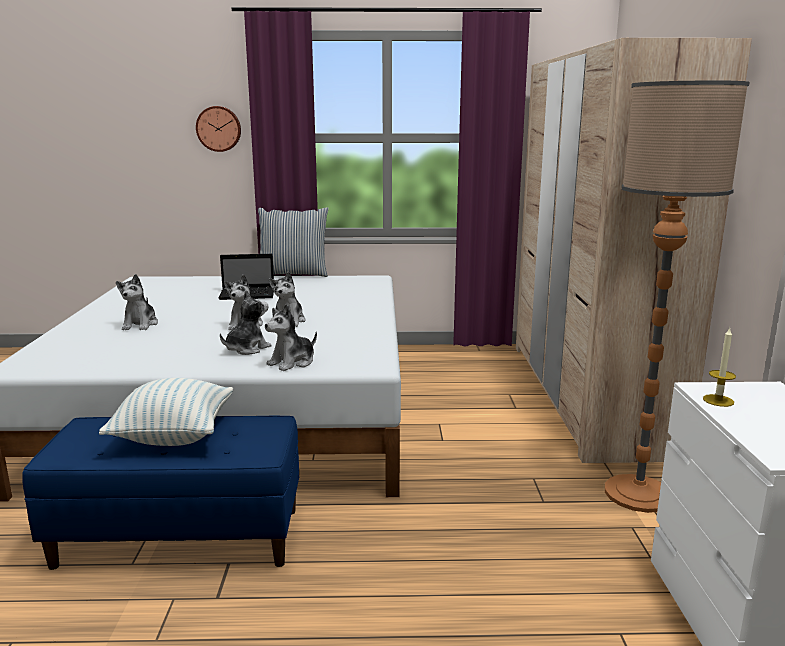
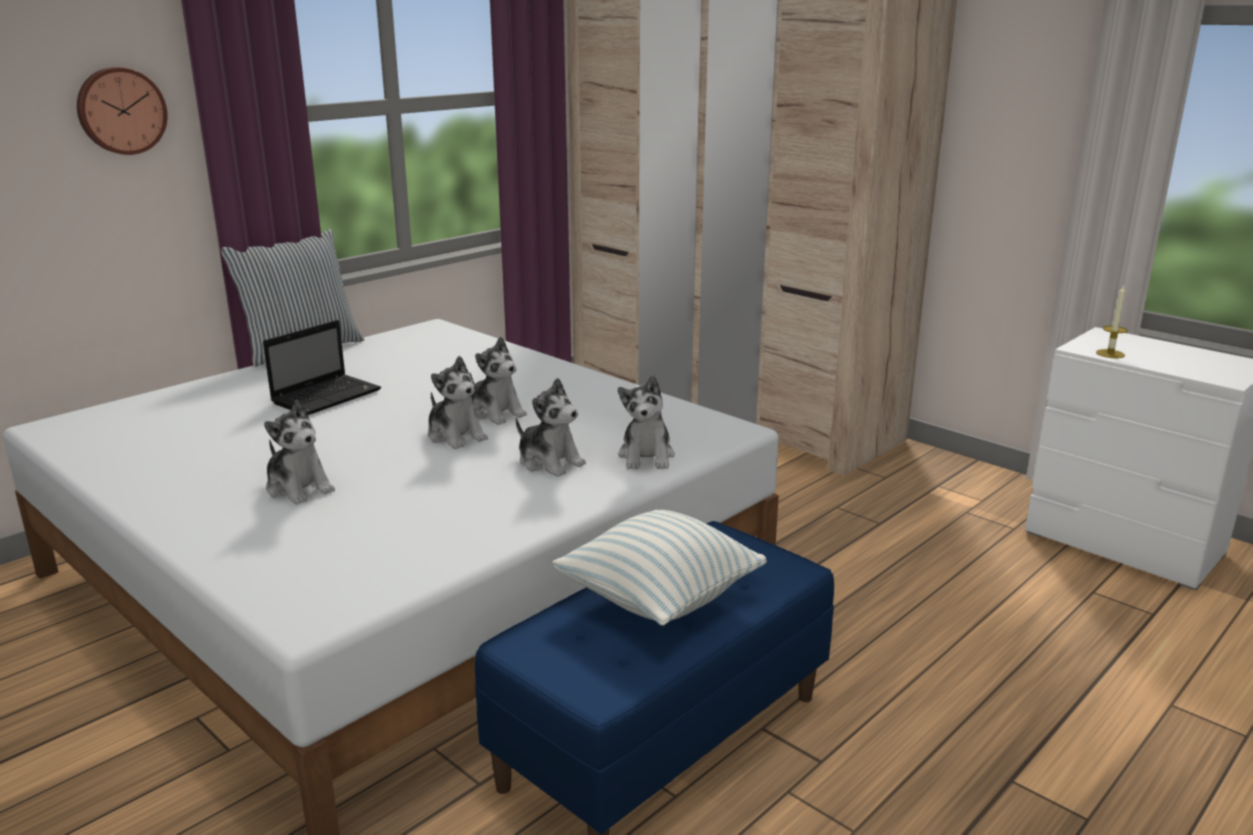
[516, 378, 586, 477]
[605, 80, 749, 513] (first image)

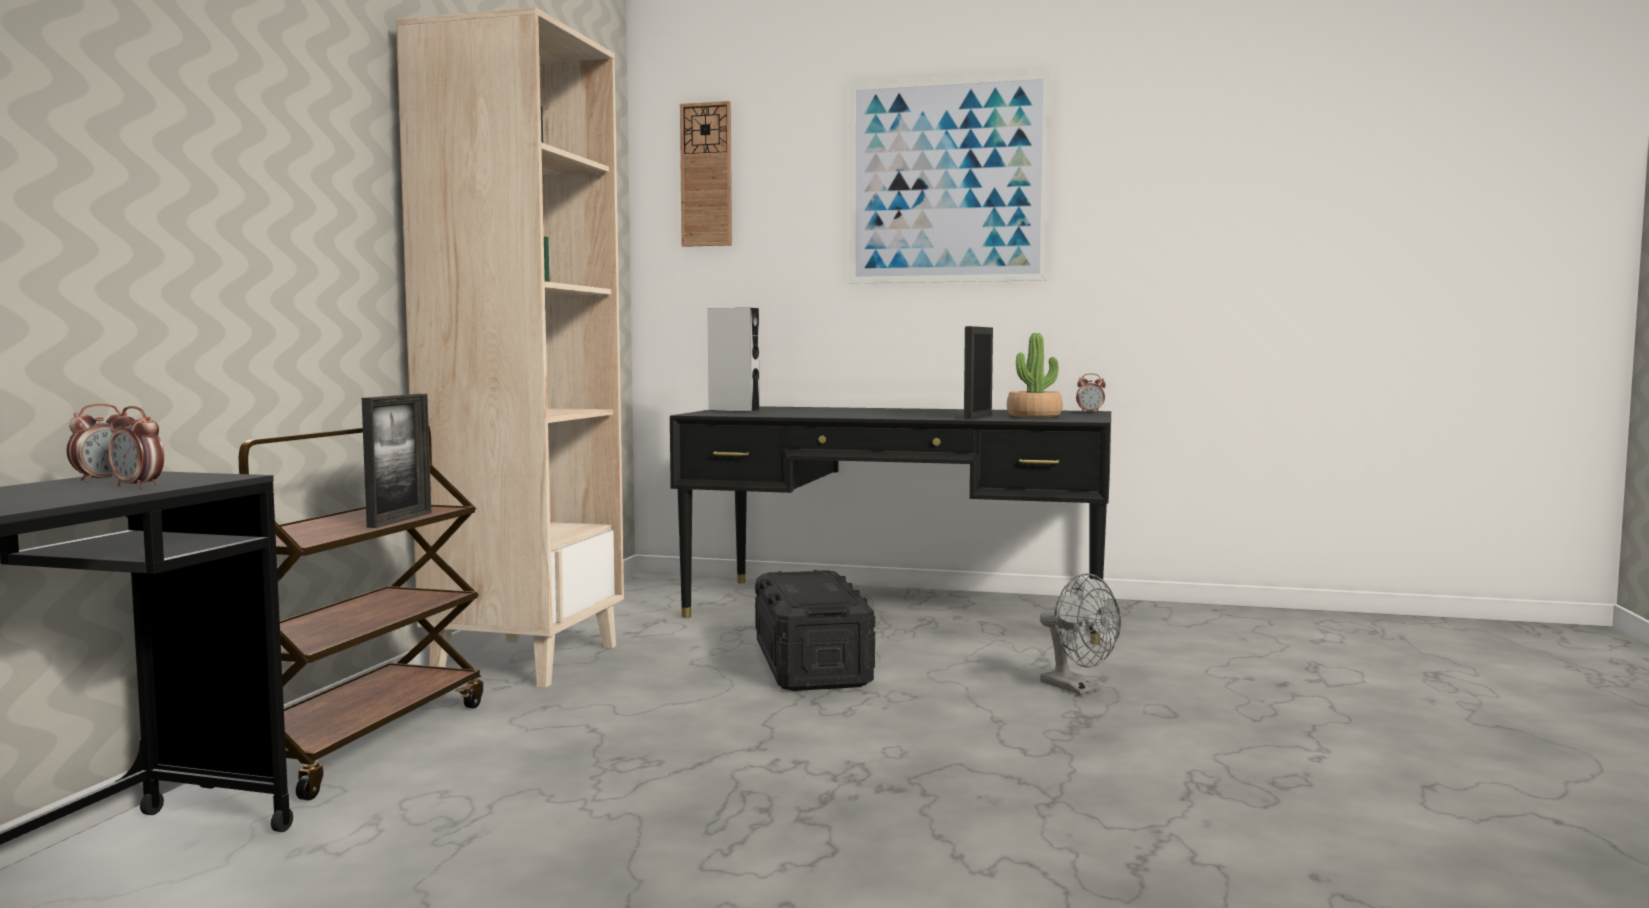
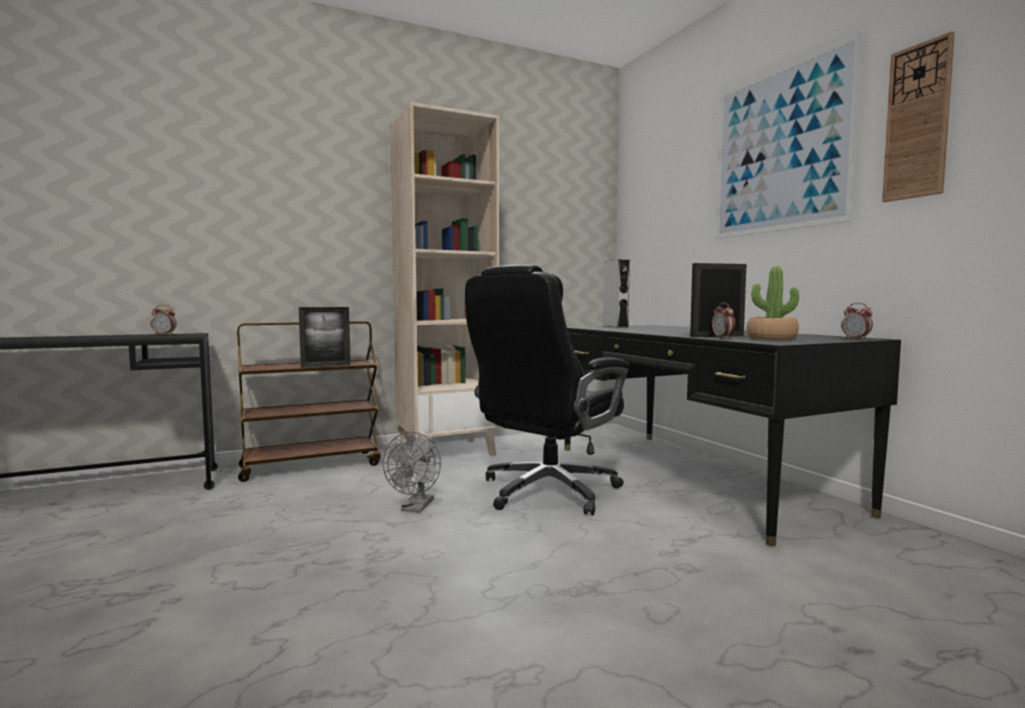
[712, 303, 735, 339]
[882, 31, 955, 202]
[465, 265, 630, 515]
[383, 432, 441, 513]

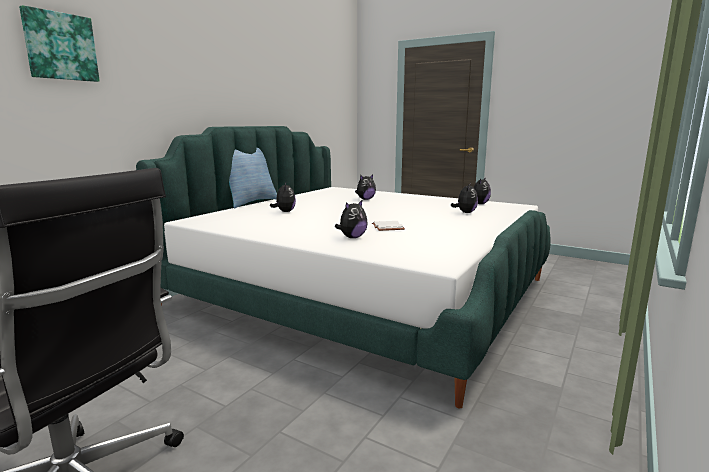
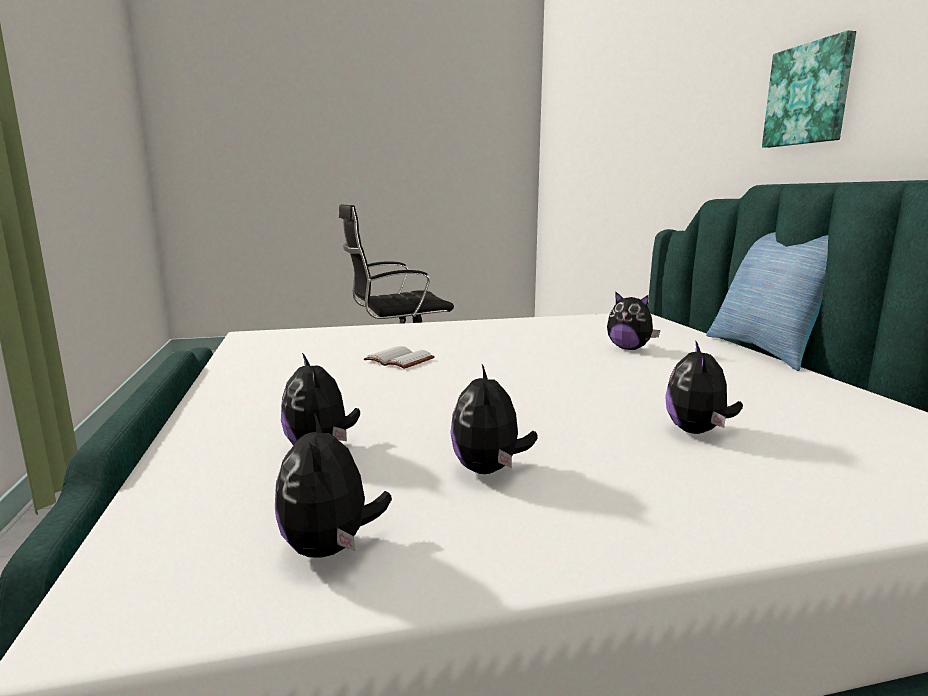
[762, 30, 856, 148]
[450, 365, 538, 474]

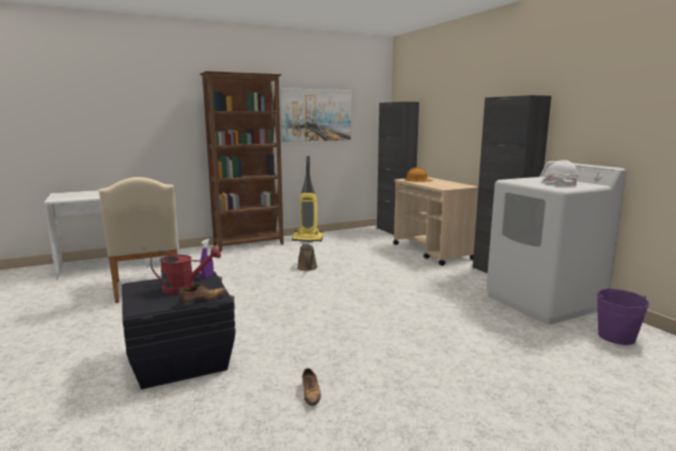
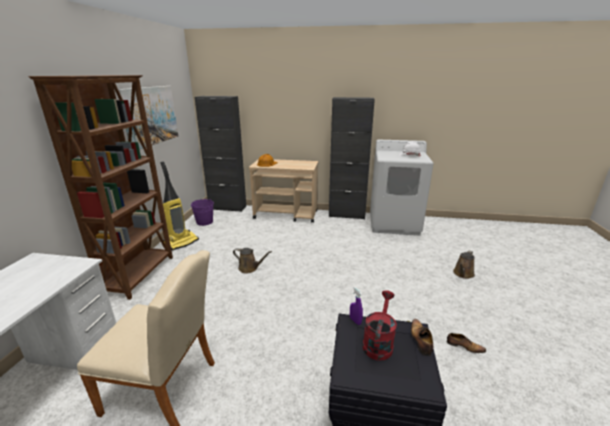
[191, 199, 214, 226]
[453, 251, 475, 279]

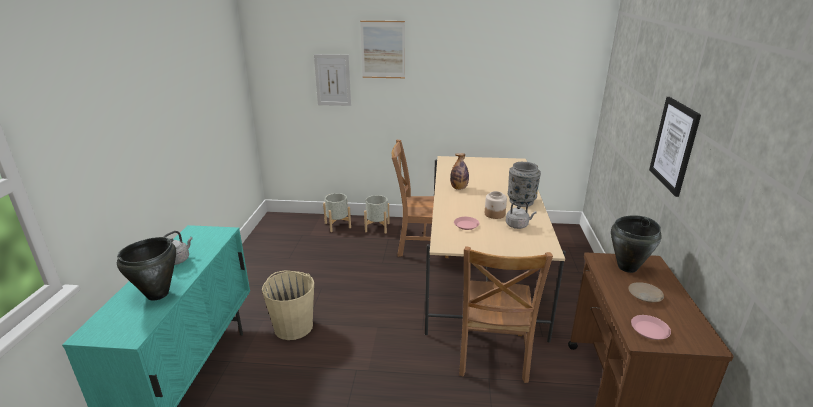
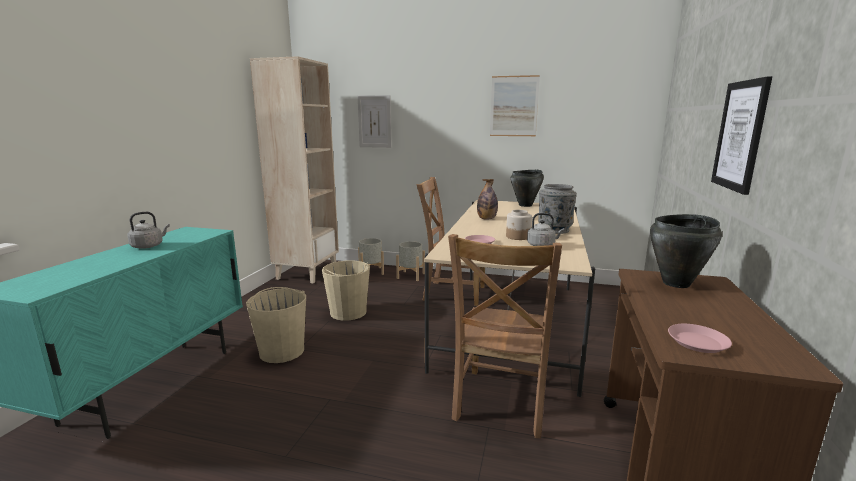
[511, 170, 544, 207]
[490, 75, 540, 136]
[628, 282, 664, 302] (first image)
[250, 56, 339, 283]
[322, 260, 370, 321]

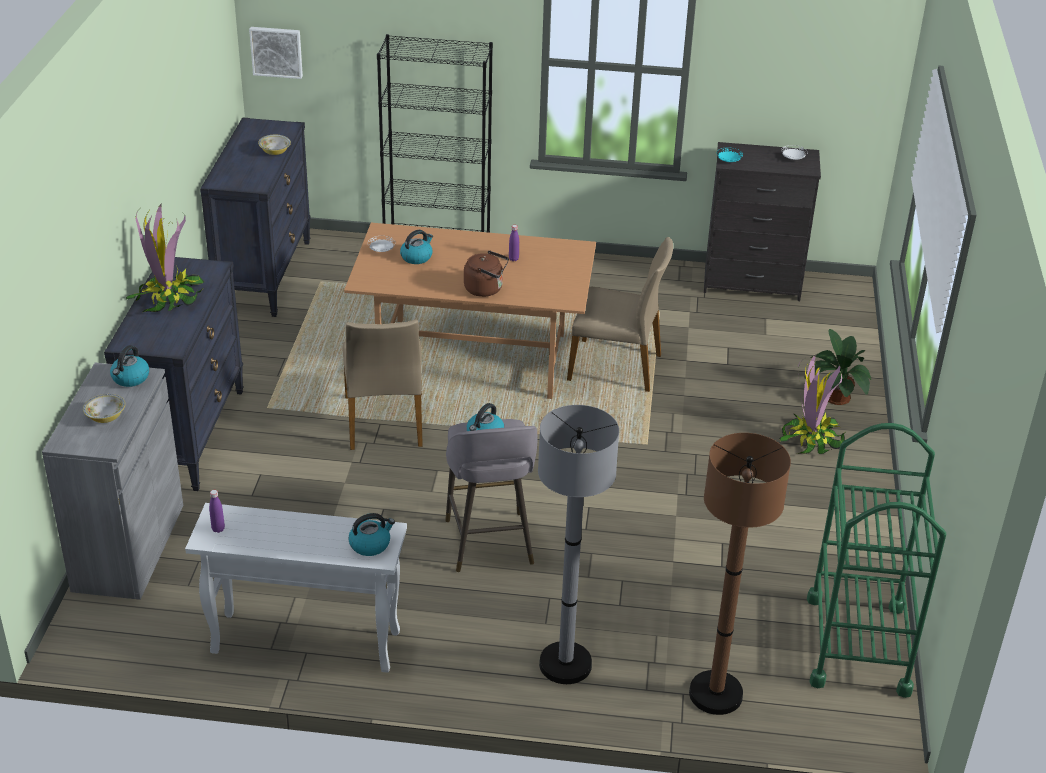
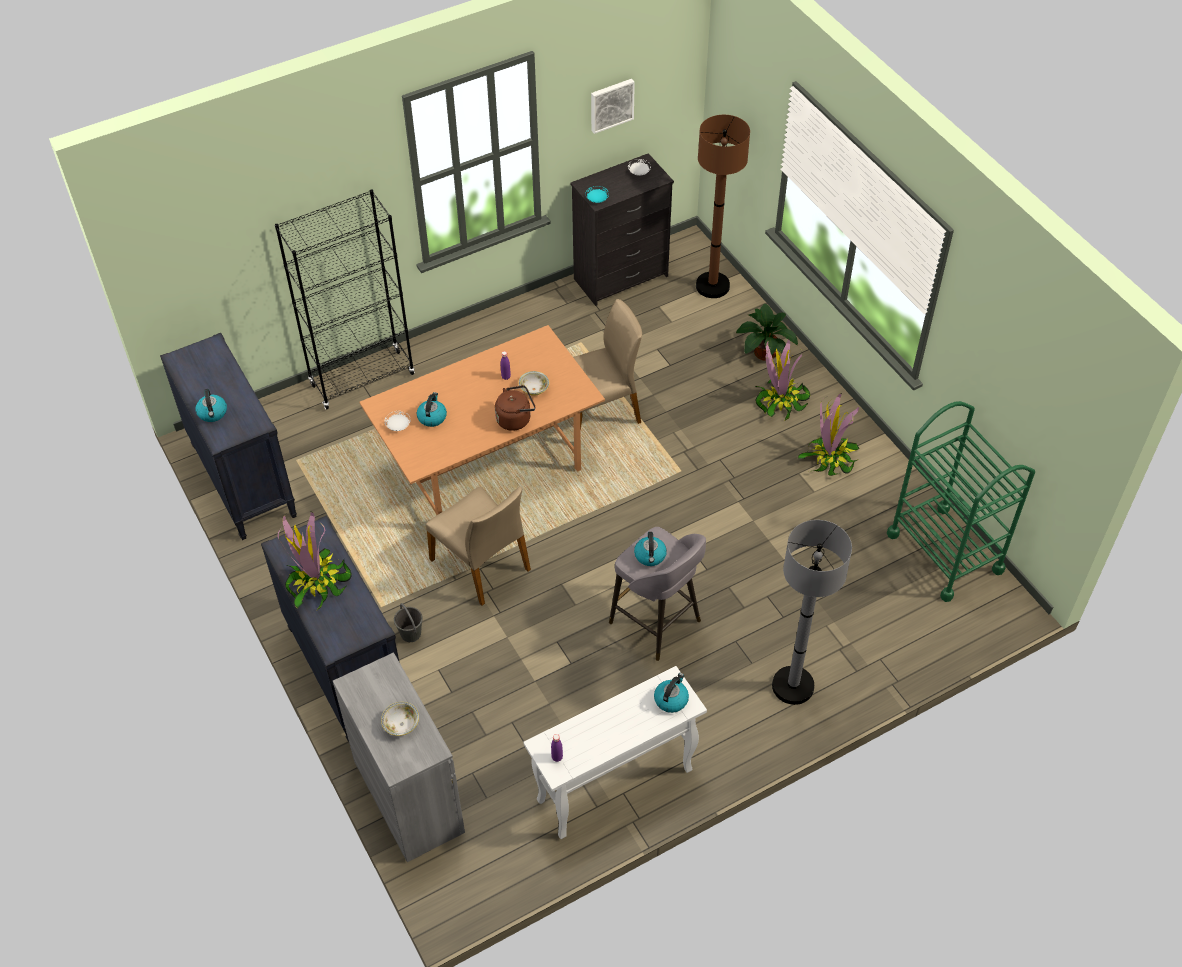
[196, 389, 227, 422]
[591, 79, 635, 134]
[518, 371, 549, 396]
[696, 115, 750, 298]
[394, 603, 423, 642]
[798, 393, 860, 476]

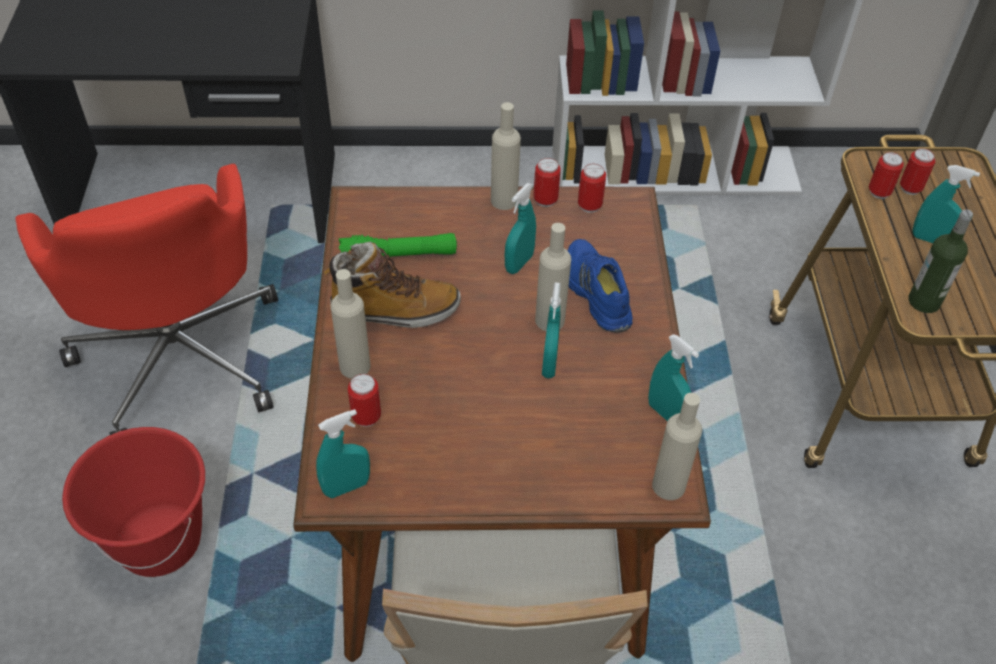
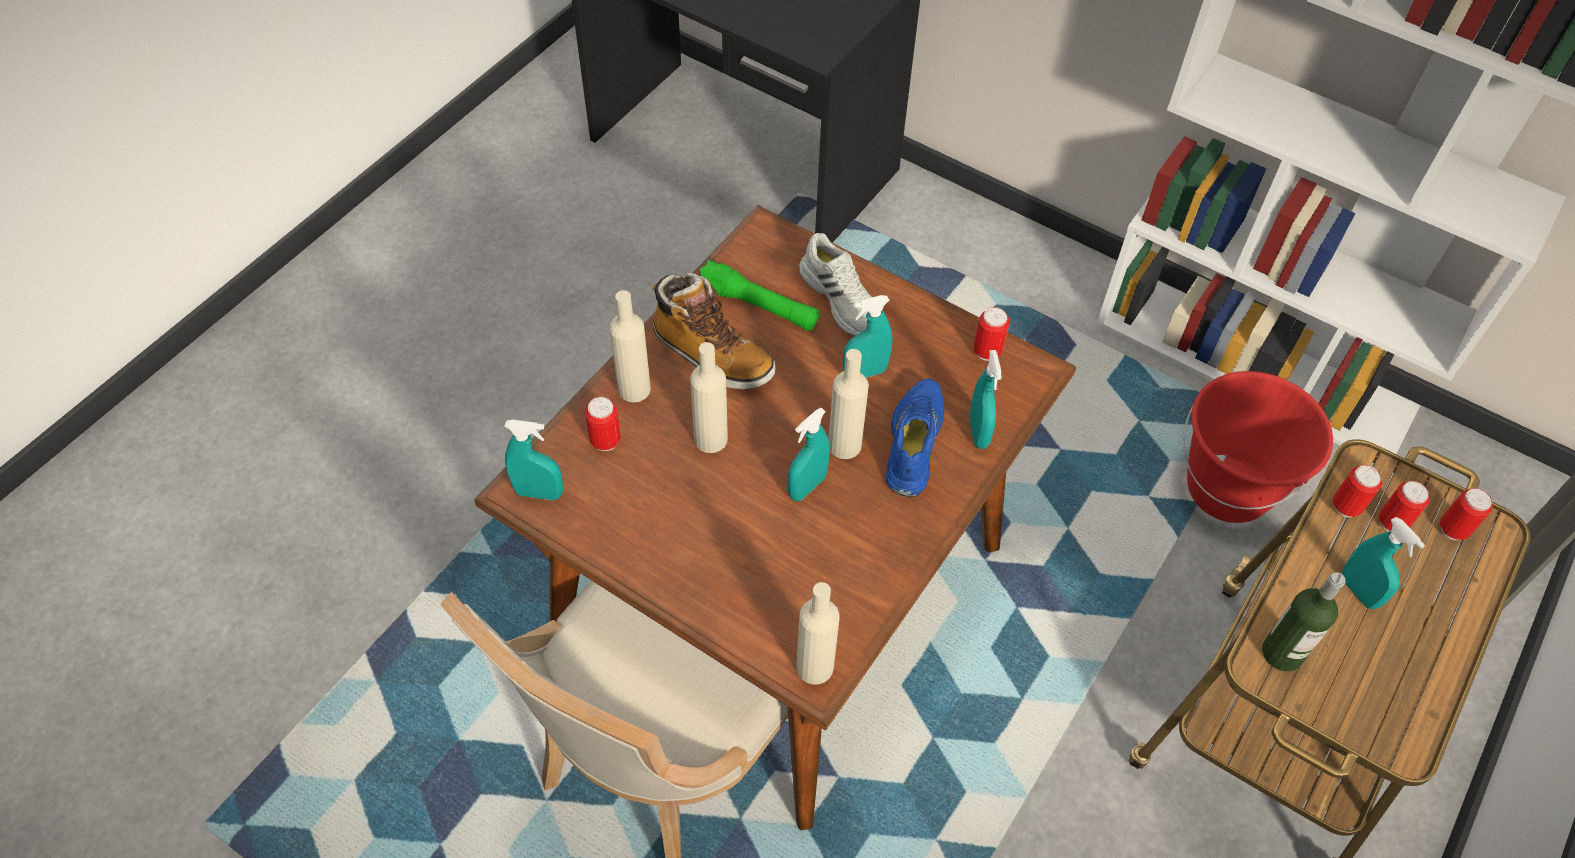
[16, 164, 278, 435] (first image)
[1183, 371, 1333, 523]
[690, 342, 728, 453]
[1440, 488, 1493, 540]
[969, 350, 1002, 449]
[799, 233, 872, 336]

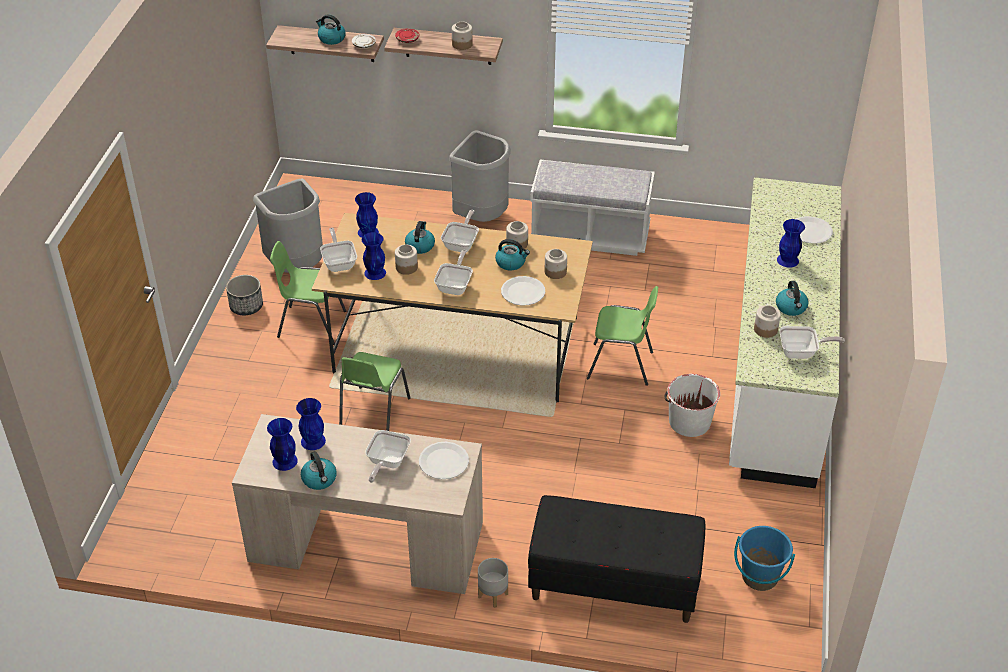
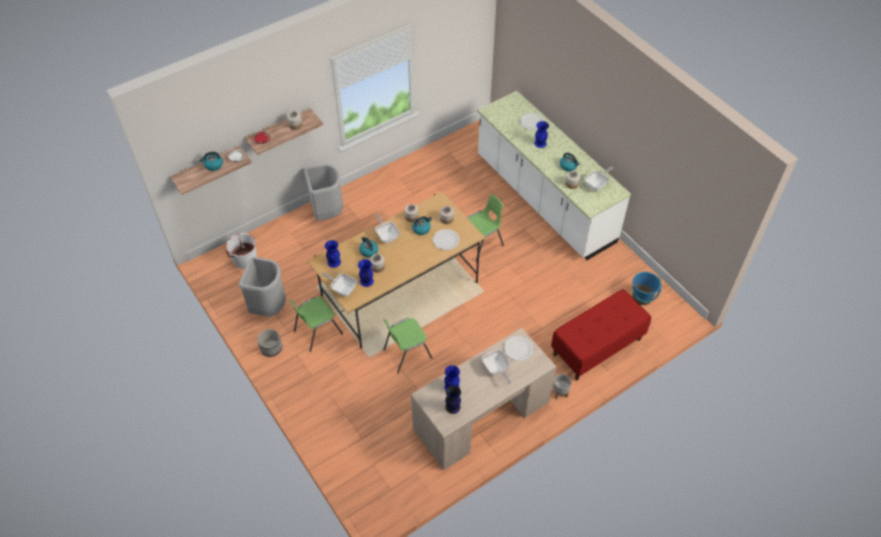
[445, 385, 461, 414]
[301, 451, 337, 490] (first image)
[383, 318, 432, 373]
[434, 250, 473, 295] (first image)
[551, 289, 651, 381]
[530, 160, 655, 256] (first image)
[226, 233, 257, 269]

